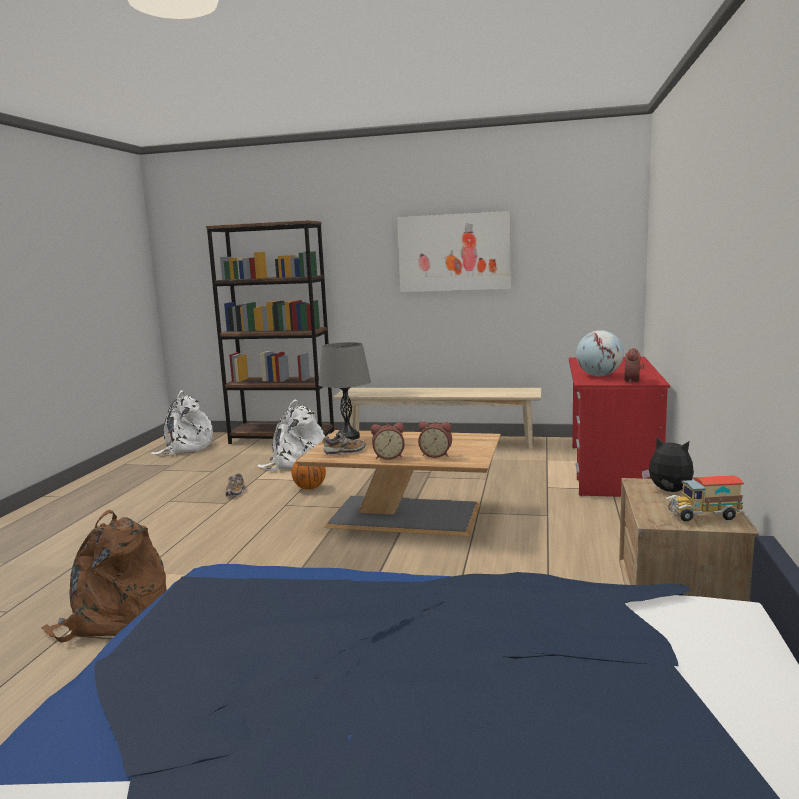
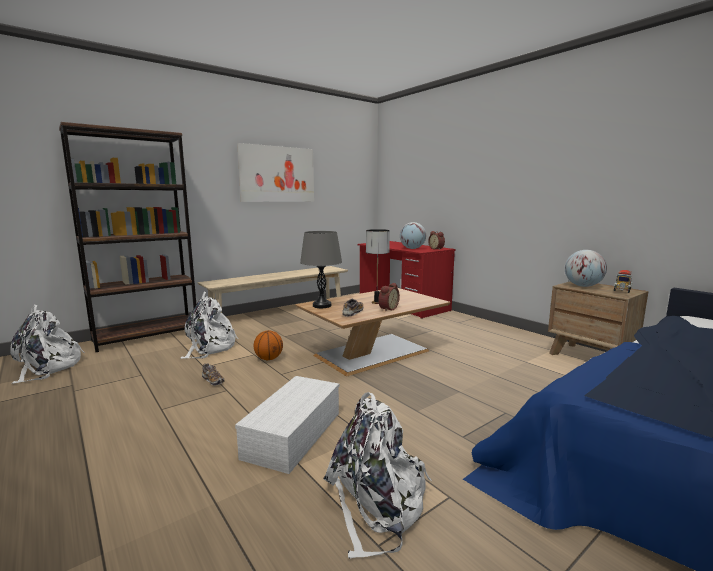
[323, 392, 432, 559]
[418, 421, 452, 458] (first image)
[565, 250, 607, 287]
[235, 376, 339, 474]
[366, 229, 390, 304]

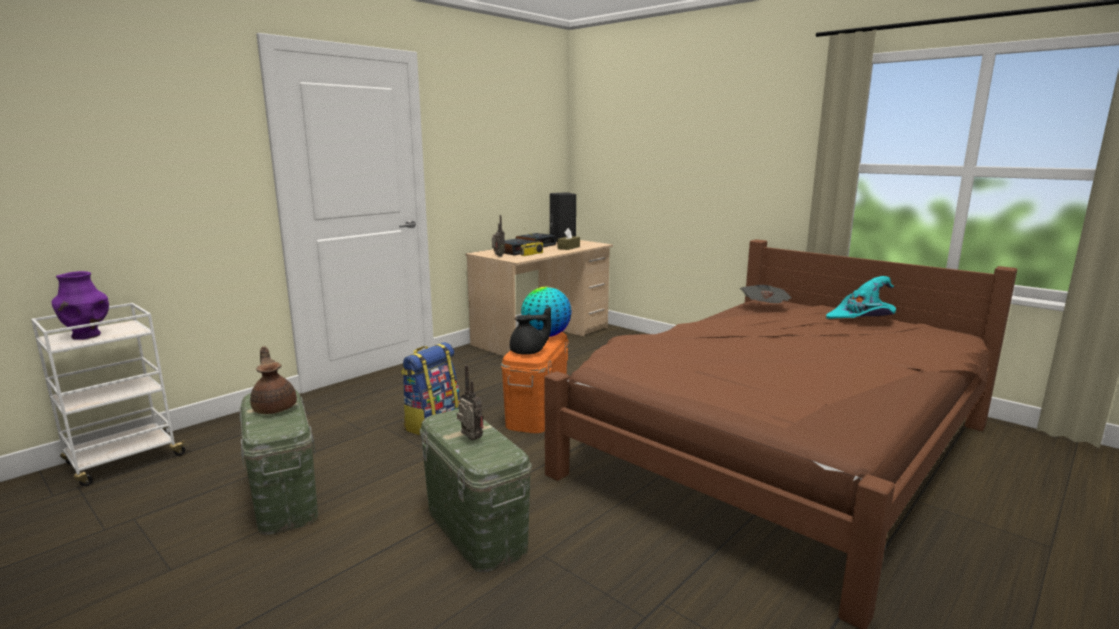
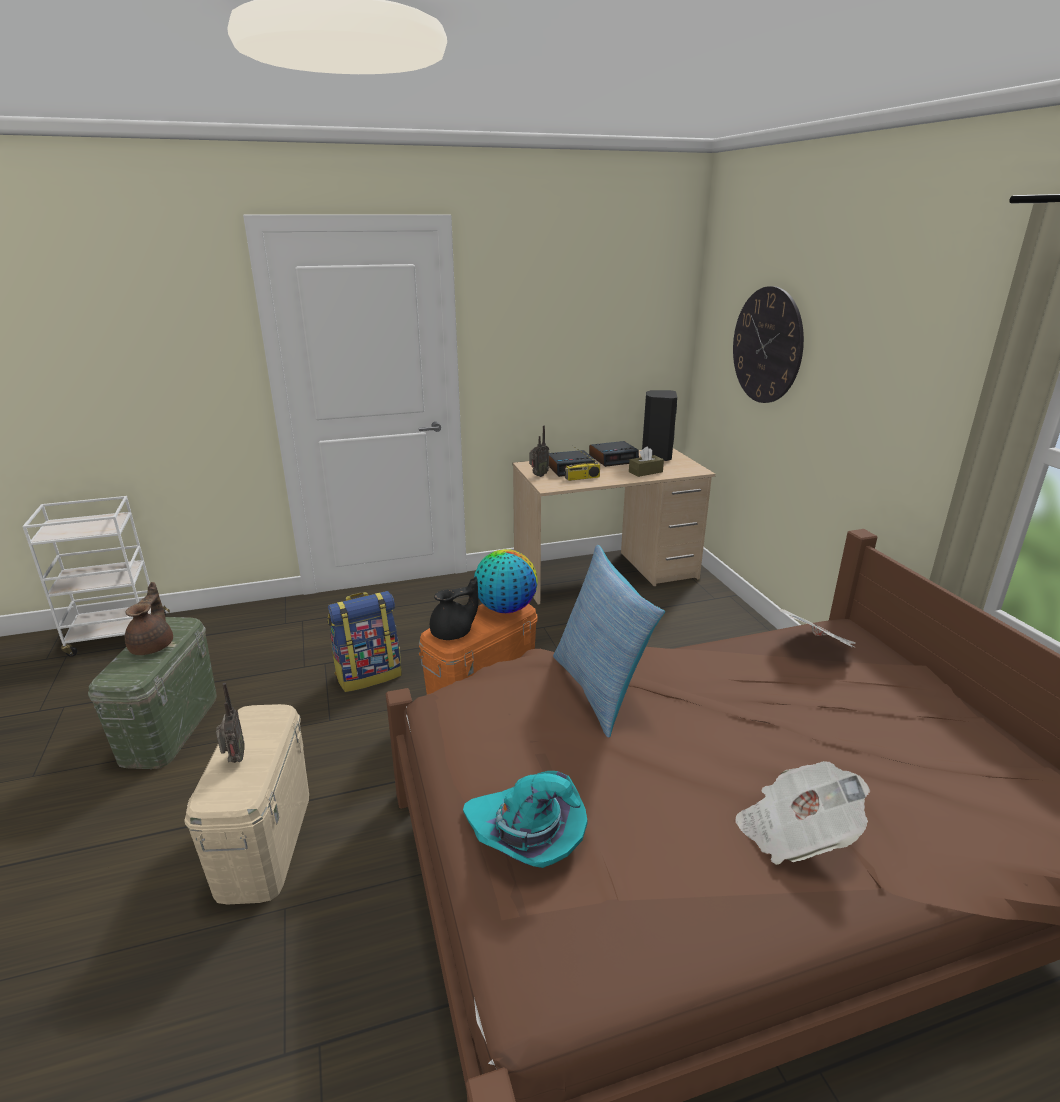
[51, 271, 109, 340] (first image)
[184, 704, 309, 904]
[430, 577, 478, 640]
[463, 771, 587, 868]
[553, 545, 665, 738]
[733, 286, 804, 403]
[735, 761, 870, 865]

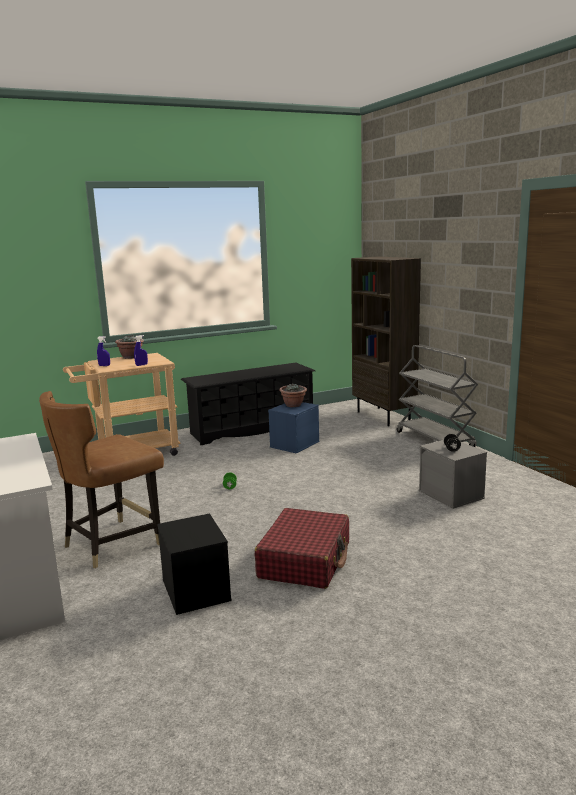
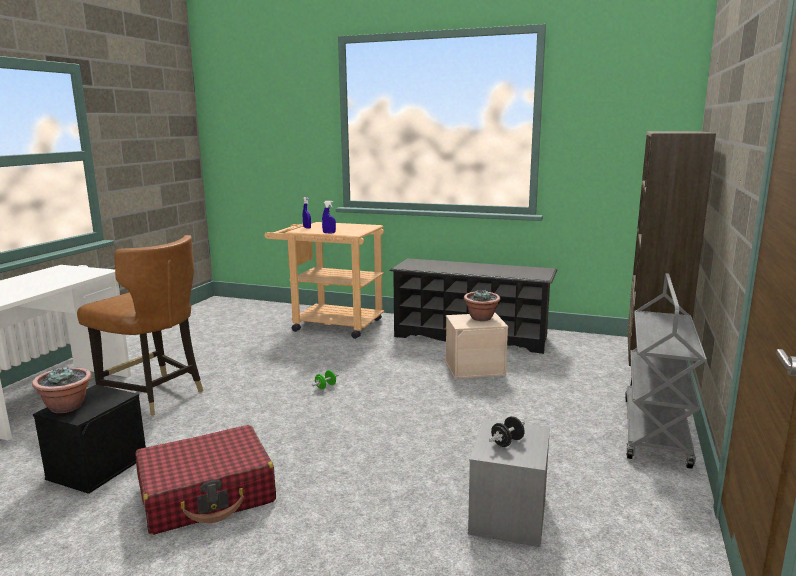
[77, 235, 203, 416]
[32, 367, 91, 413]
[445, 313, 508, 379]

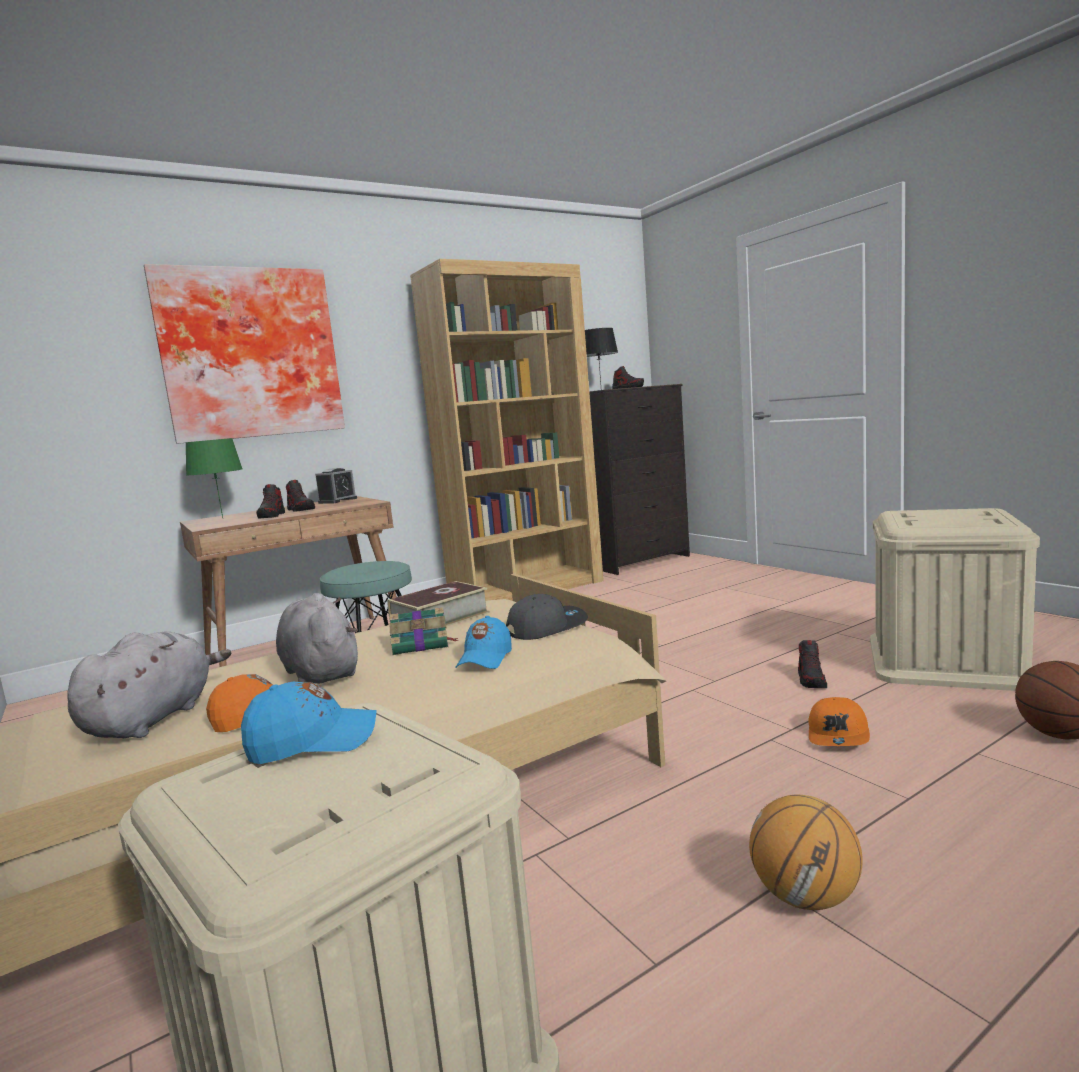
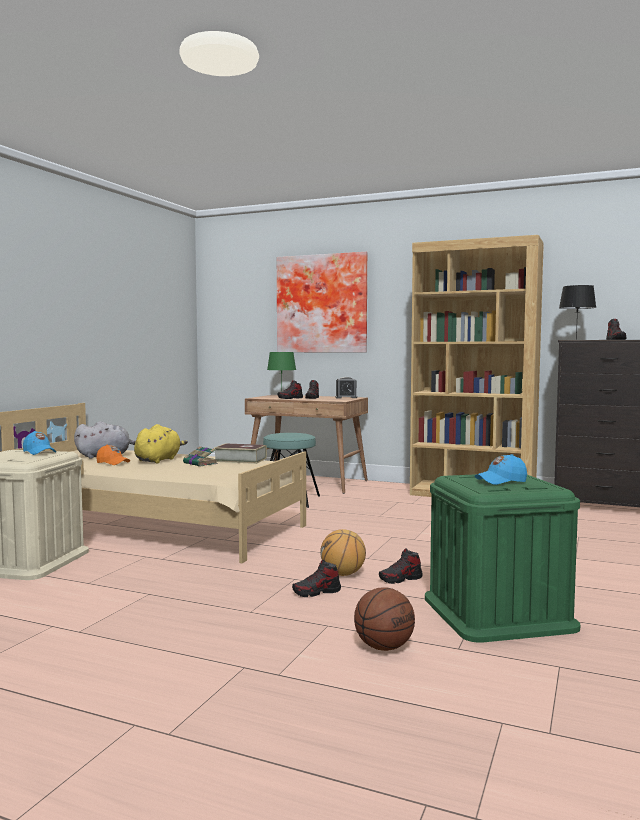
[134, 424, 188, 463]
[475, 454, 527, 485]
[506, 594, 588, 640] (first image)
[320, 529, 366, 576]
[292, 560, 341, 597]
[425, 474, 580, 643]

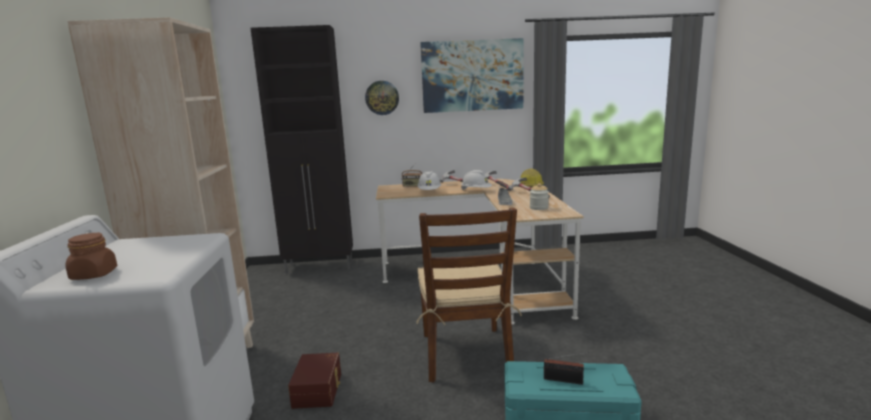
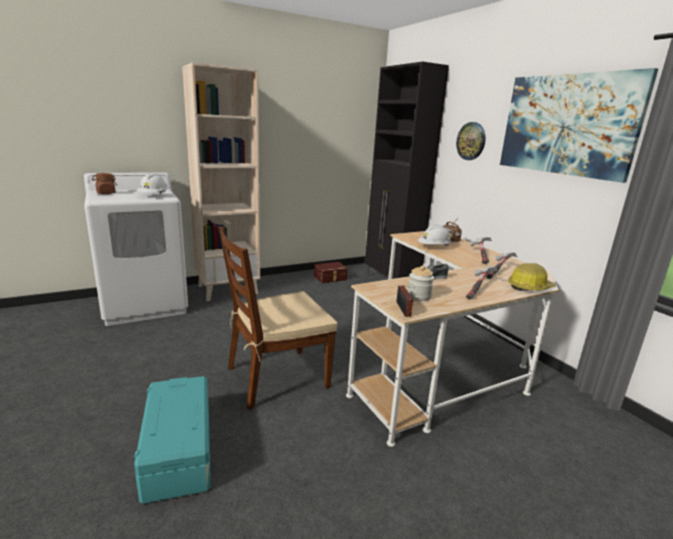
[314, 262, 348, 283]
[137, 173, 168, 194]
[396, 285, 413, 317]

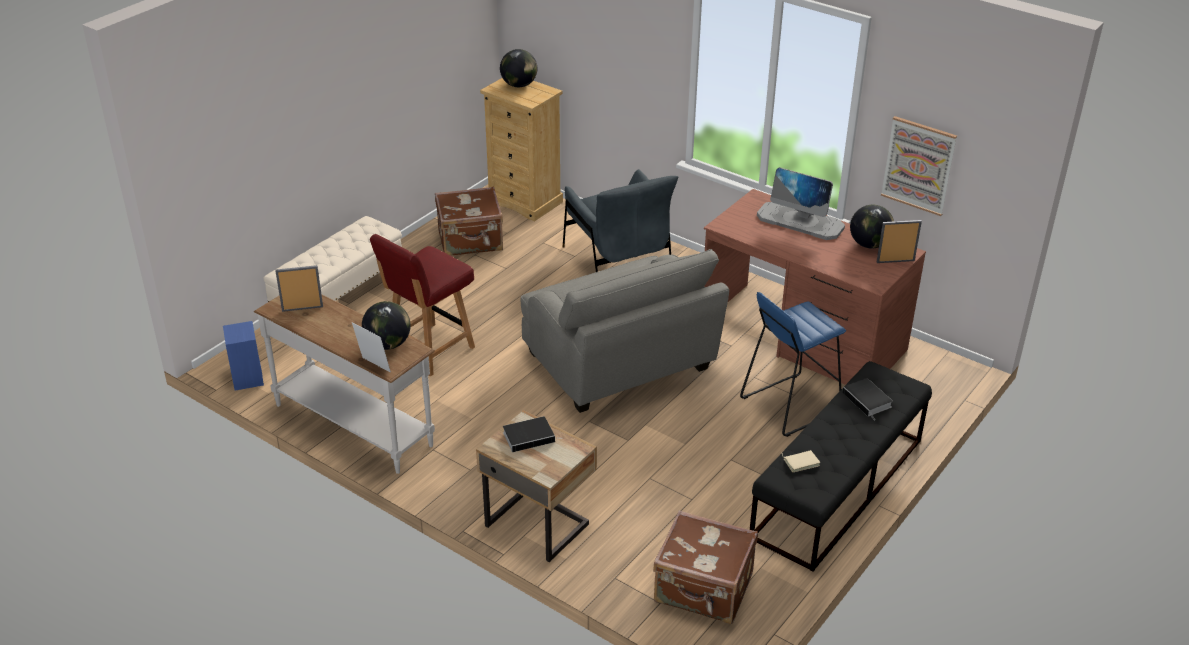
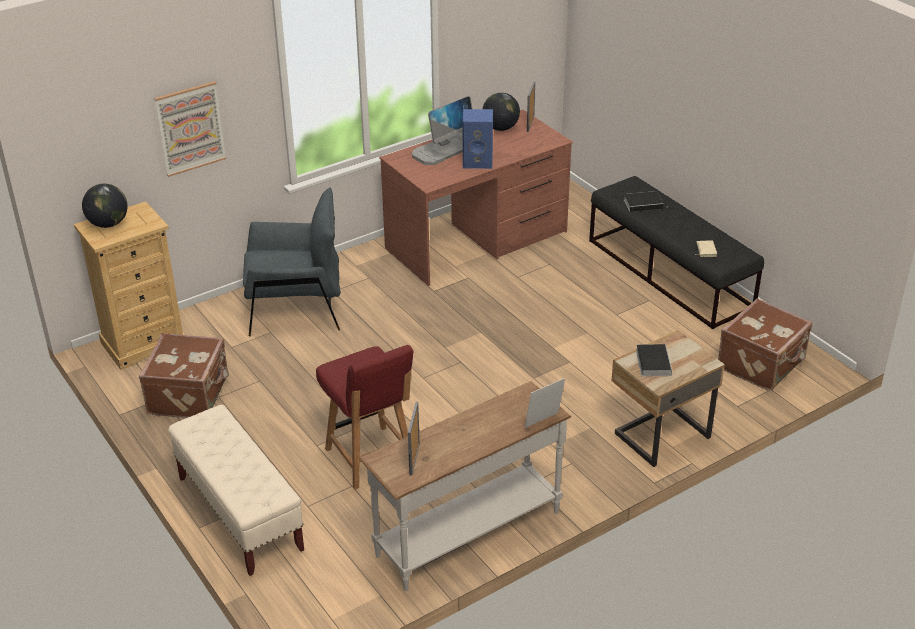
[463, 109, 493, 169]
[362, 301, 411, 350] (first image)
[520, 249, 729, 413] (first image)
[740, 292, 846, 437] (first image)
[154, 81, 226, 177]

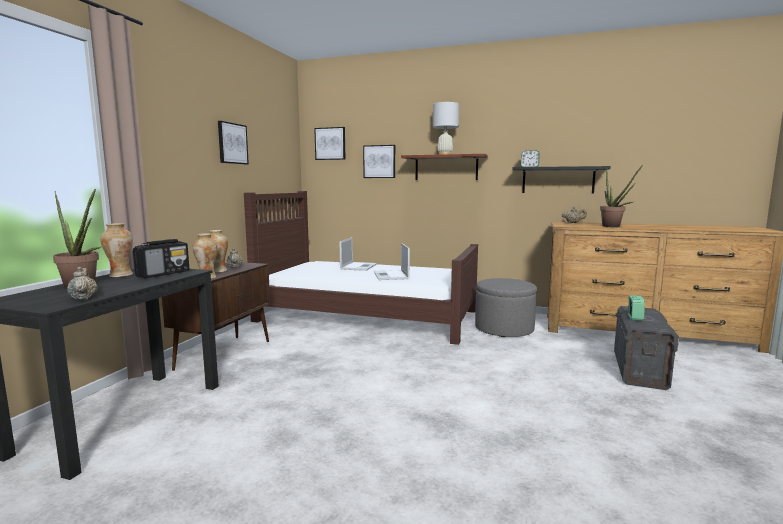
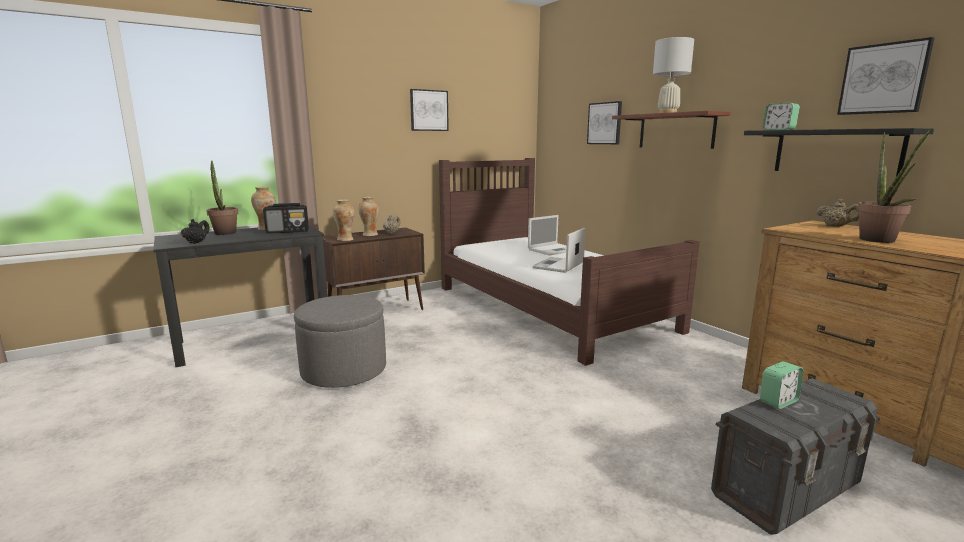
[181, 219, 210, 244]
[837, 37, 934, 115]
[294, 295, 386, 388]

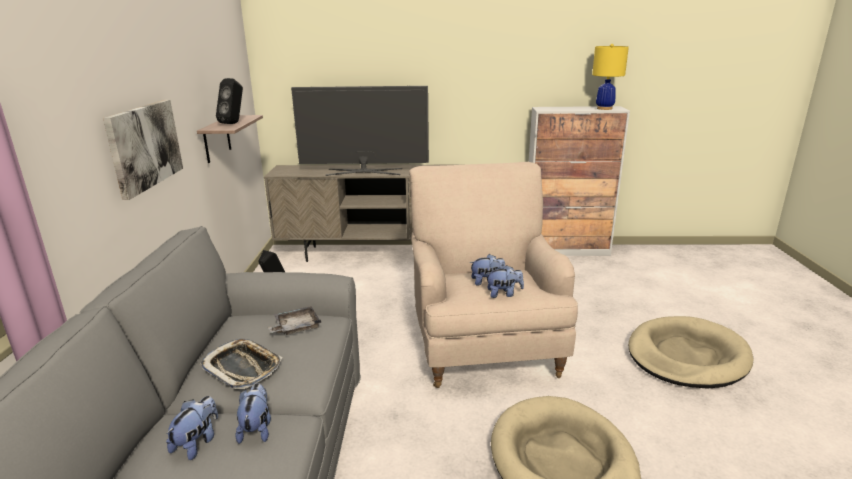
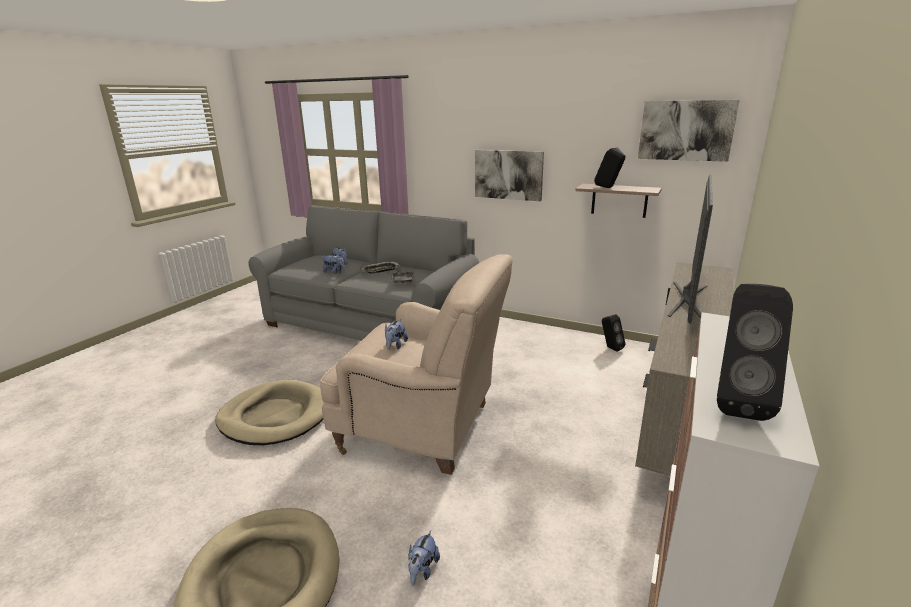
[408, 531, 440, 586]
[717, 284, 793, 421]
[638, 100, 740, 162]

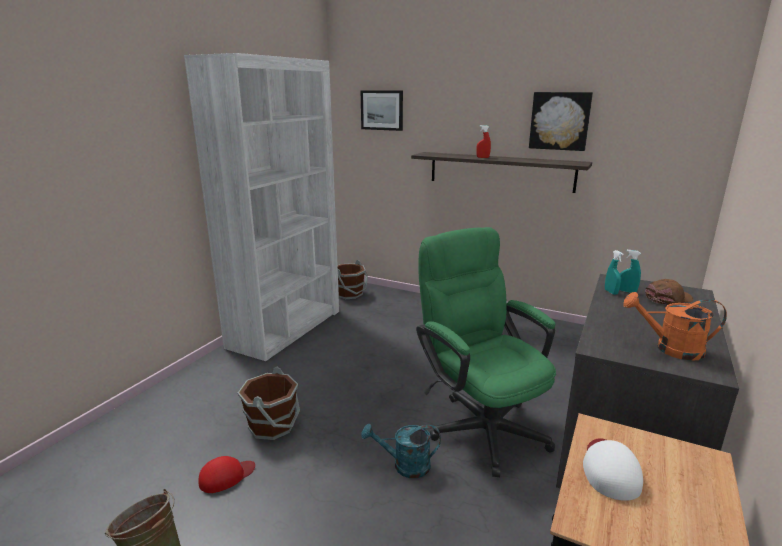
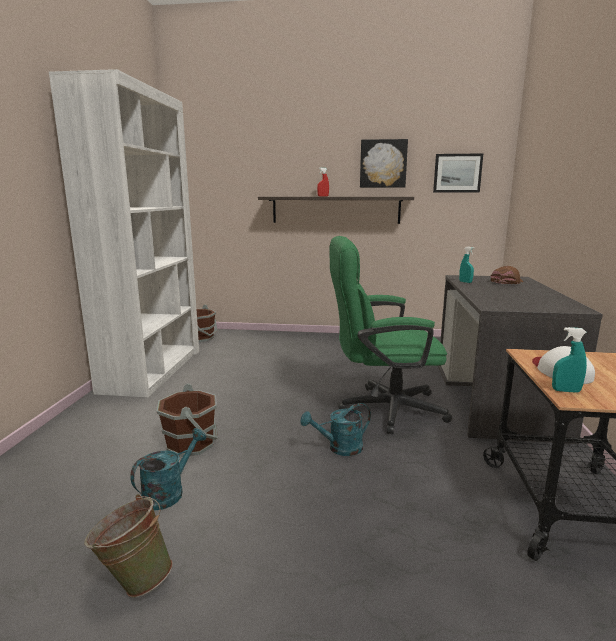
[130, 428, 206, 510]
[433, 153, 484, 193]
[330, 236, 452, 434]
[552, 327, 587, 393]
[623, 292, 727, 361] (first image)

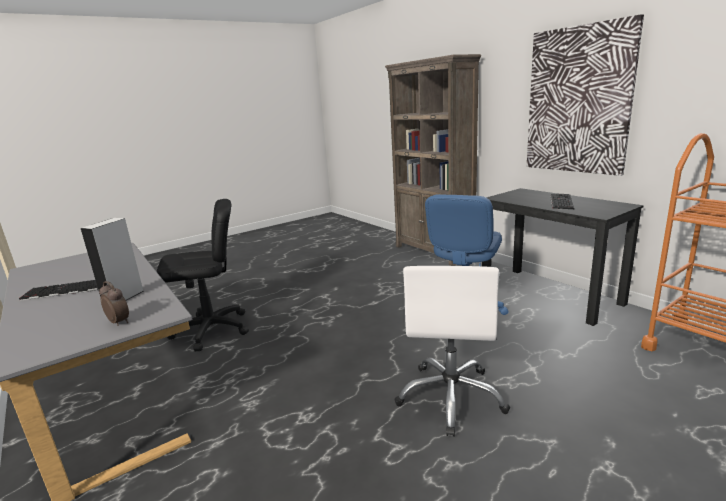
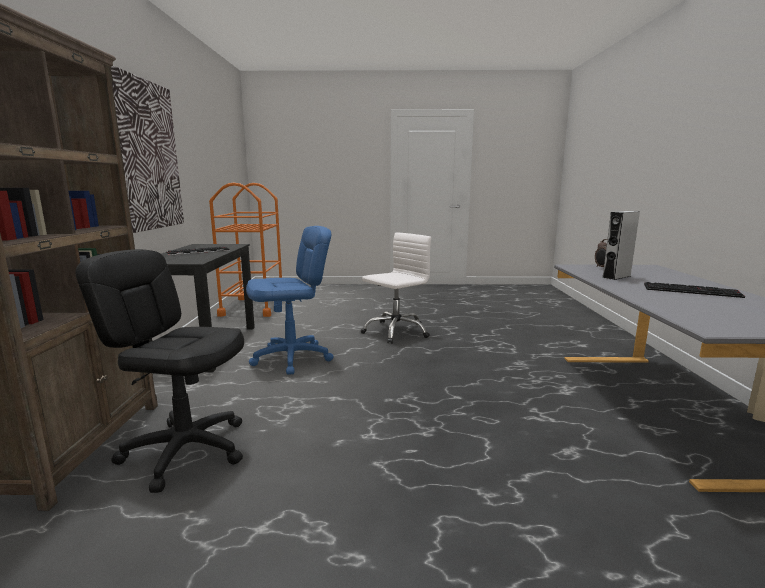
[75, 249, 244, 493]

